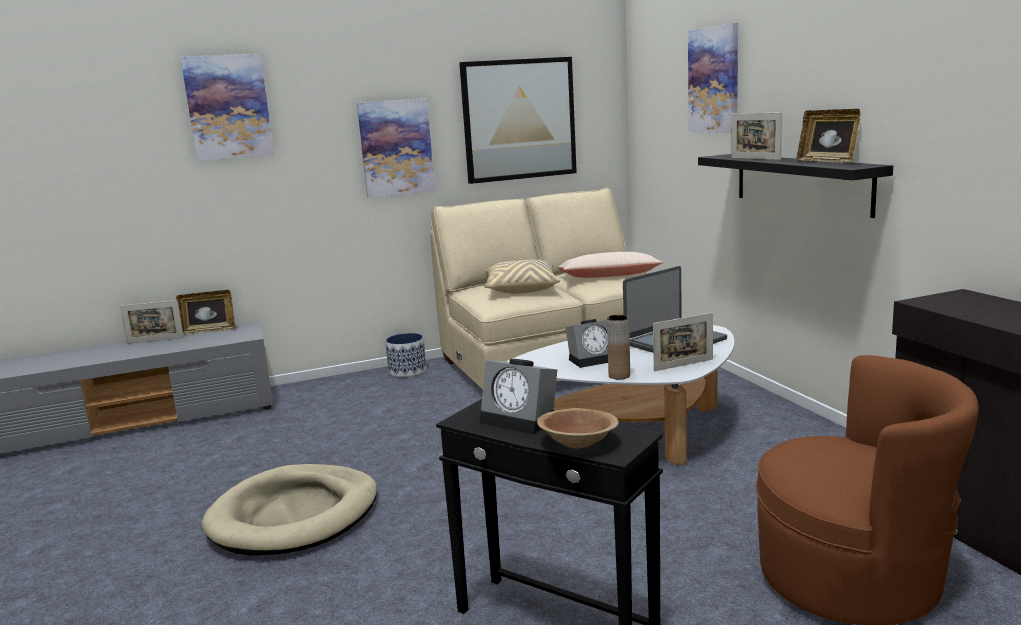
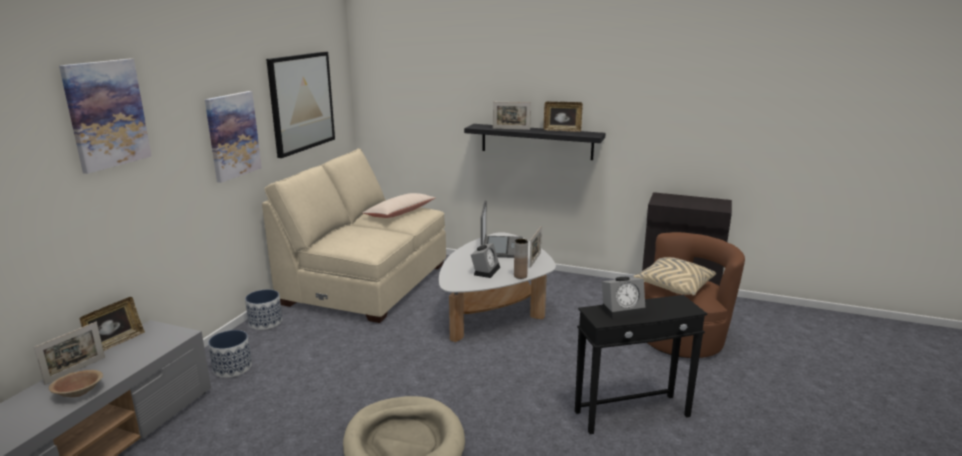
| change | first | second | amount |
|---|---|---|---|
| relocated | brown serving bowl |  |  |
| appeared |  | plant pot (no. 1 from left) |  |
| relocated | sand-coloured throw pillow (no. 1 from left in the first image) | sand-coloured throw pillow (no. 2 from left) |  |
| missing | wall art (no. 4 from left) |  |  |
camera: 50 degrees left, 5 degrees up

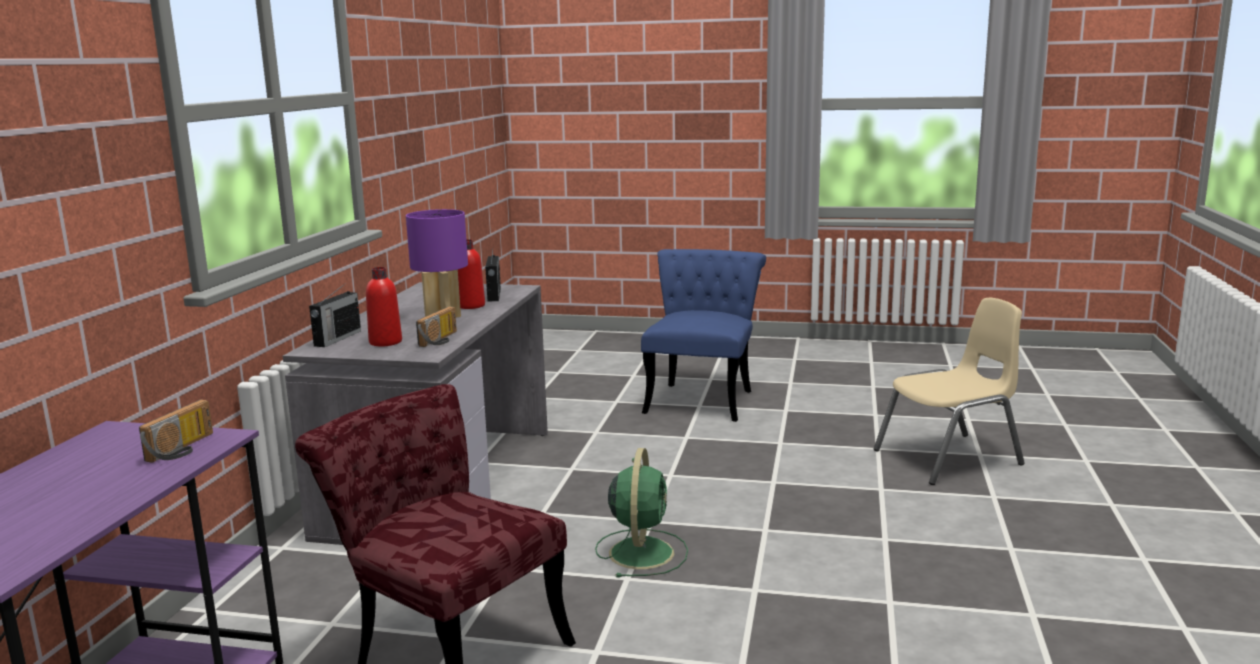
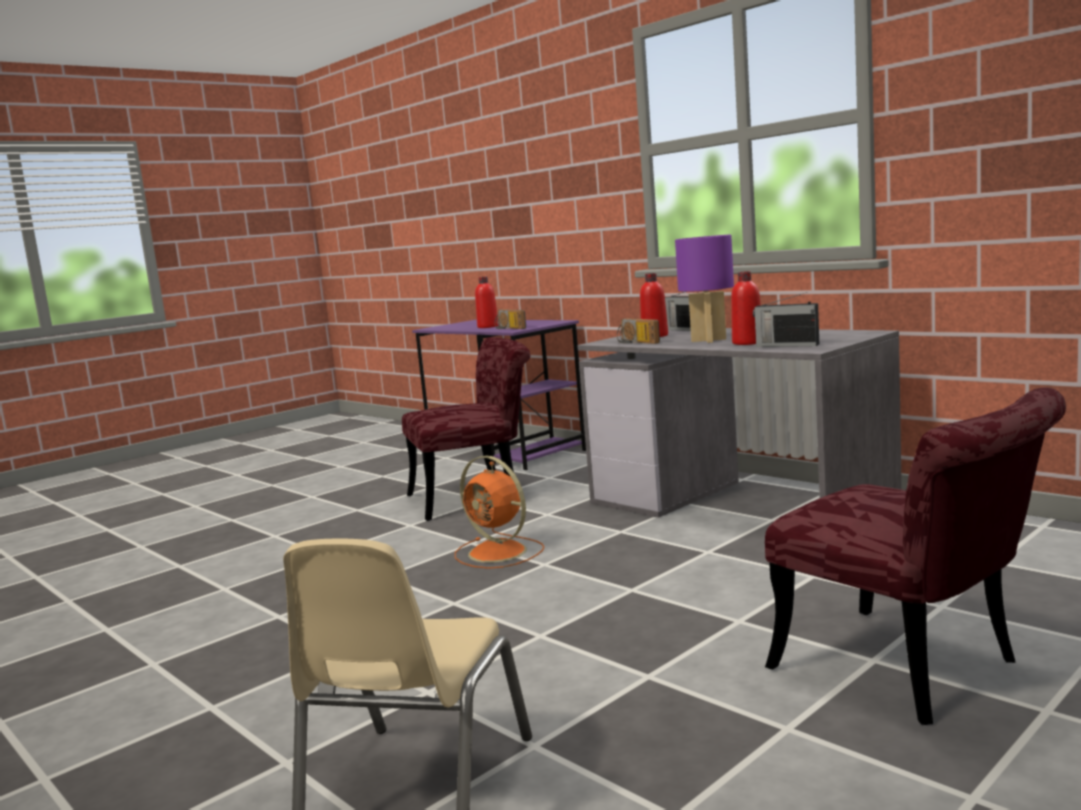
| change | first | second | amount |
|---|---|---|---|
| colour | green cooling fan | orangey cooling fan |  |
| appeared |  | reddish beverage bottle (no. 1 from left) |  |
| colour | blue plain chair | reddish plain chair (no. 2 from left) |  |
camera: 125 degrees right, 5 degrees down

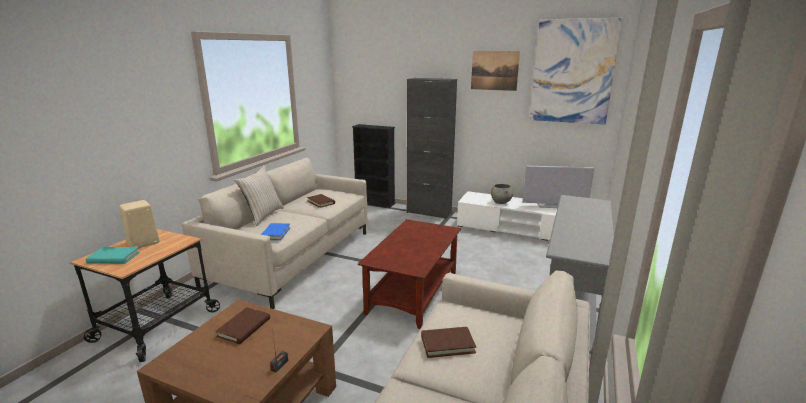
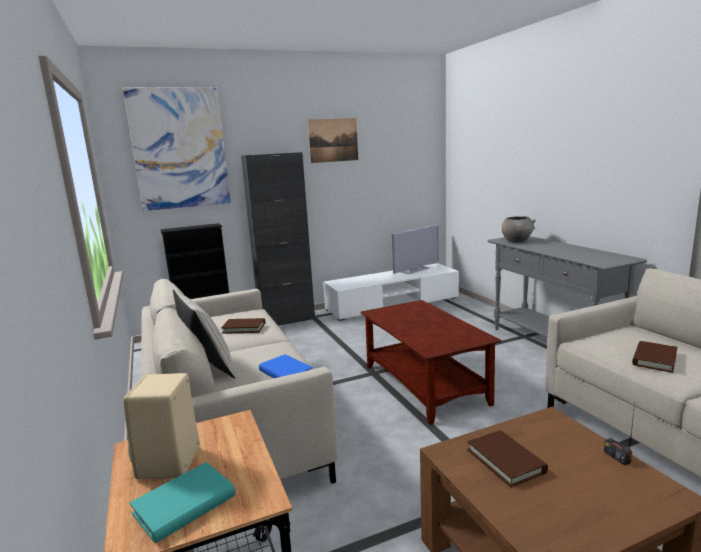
| change | first | second | amount |
|---|---|---|---|
| relocated | wall art (no. 2 from left in the first image) | wall art (no. 1 from left) |  |
| relocated | greyish serving bowl |  |  |
camera: 45 degrees left, 5 degrees down

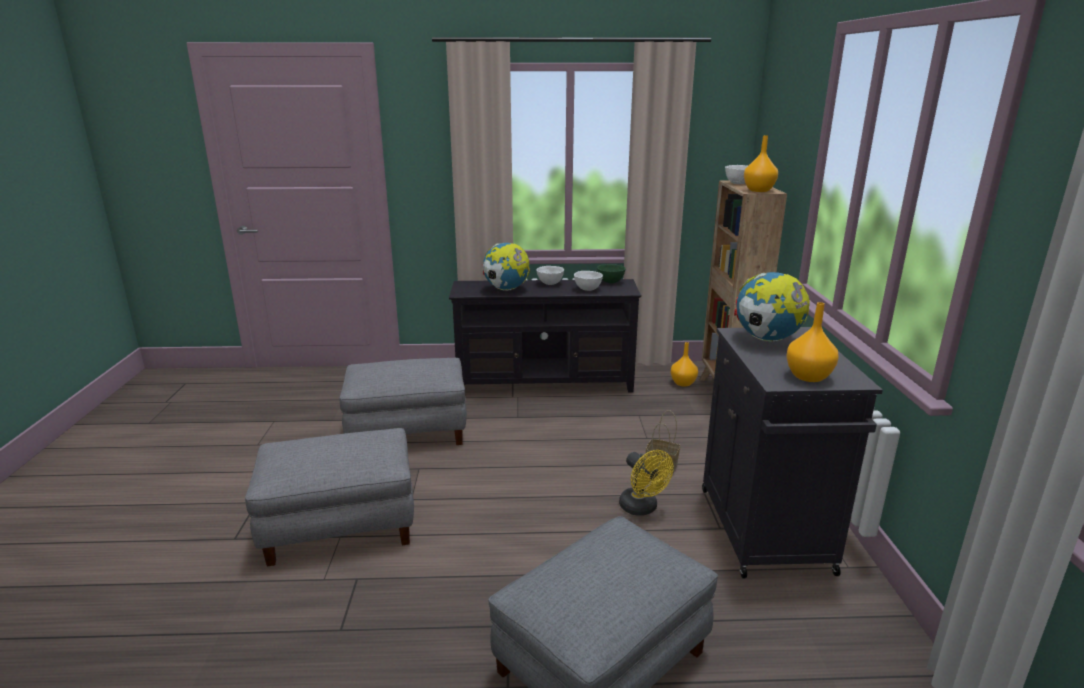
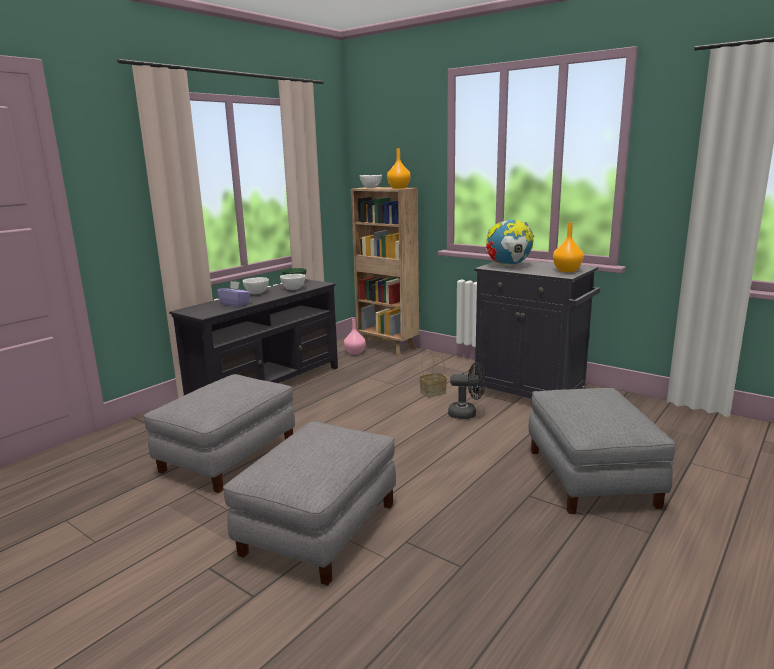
| change | first | second | amount |
|---|---|---|---|
| exchanged | desk globe (no. 1 from left) | purple tissue holder |  |
| colour | orangey flower vase (no. 1 from left) | pink flower vase |  |
| colour | yellowish cooling fan | black cooling fan |  |
camera: 50 degrees left, 5 degrees down

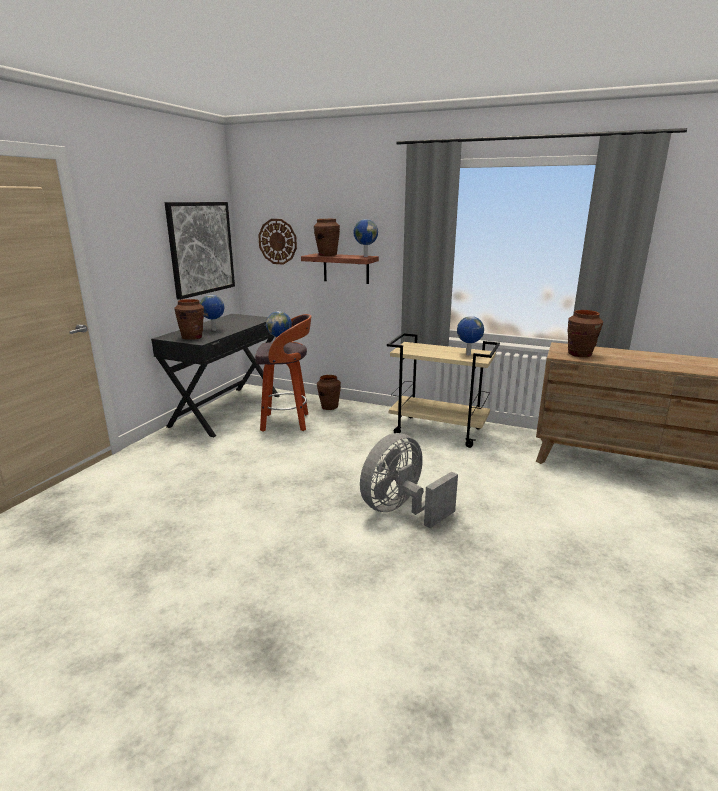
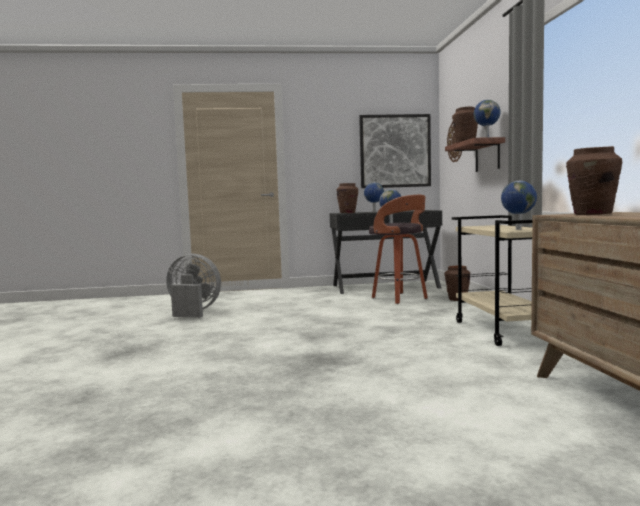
| change | first | second | amount |
|---|---|---|---|
| relocated | greyish cooling fan |  |  |
camera: 60 degrees right, 15 degrees down

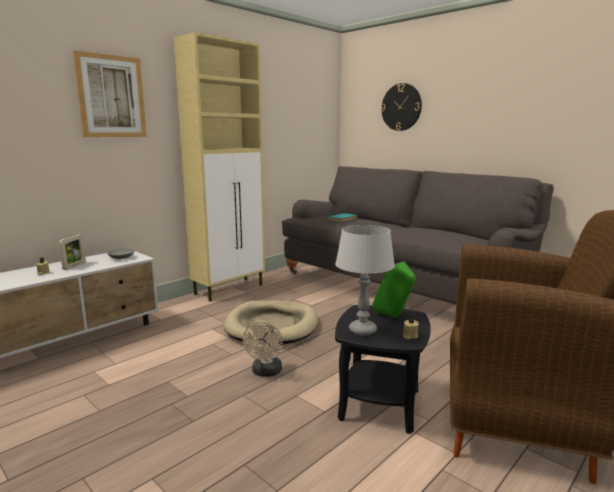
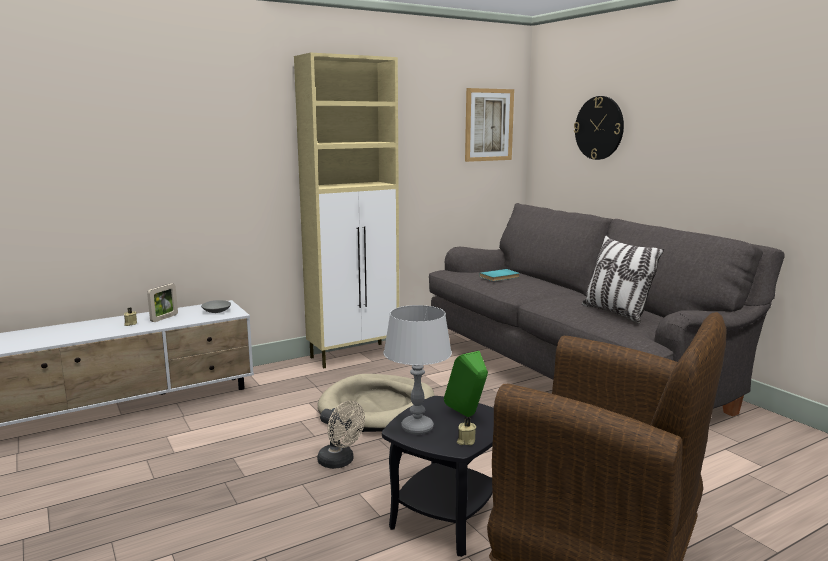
| change | first | second | amount |
|---|---|---|---|
| spun | sand-coloured cooling fan |  | 75 degrees counterclockwise |
| relocated | wall art |  |  |
| appeared |  | throw pillow |  |
camera: 15 degrees right, 0 degrees up

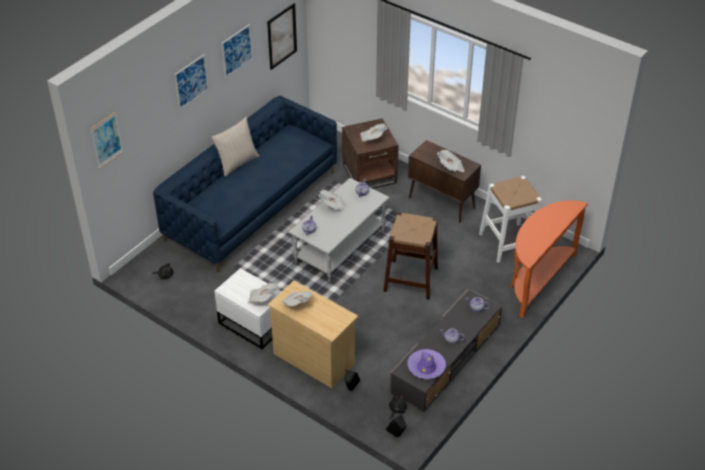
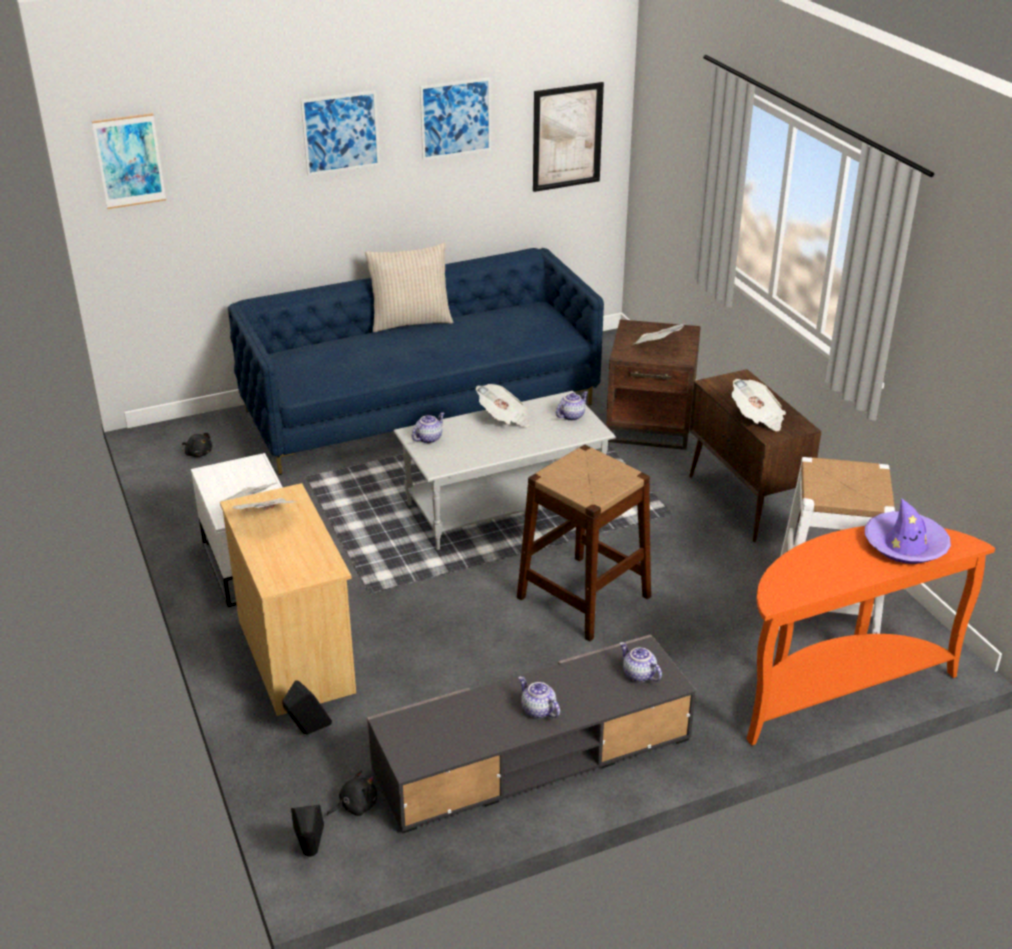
| change | first | second | amount |
|---|---|---|---|
| relocated | purple hat |  |  |
camera: 30 degrees right, 10 degrees down

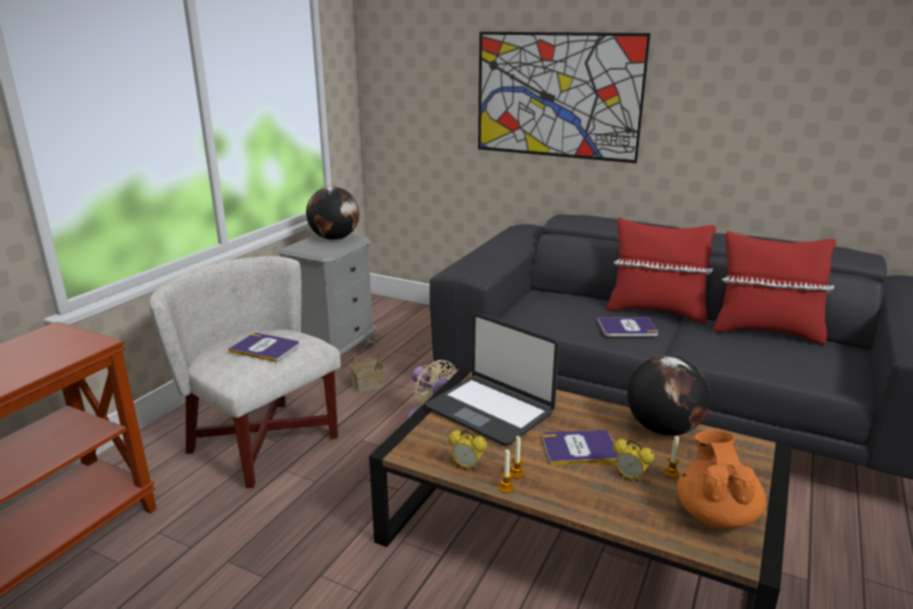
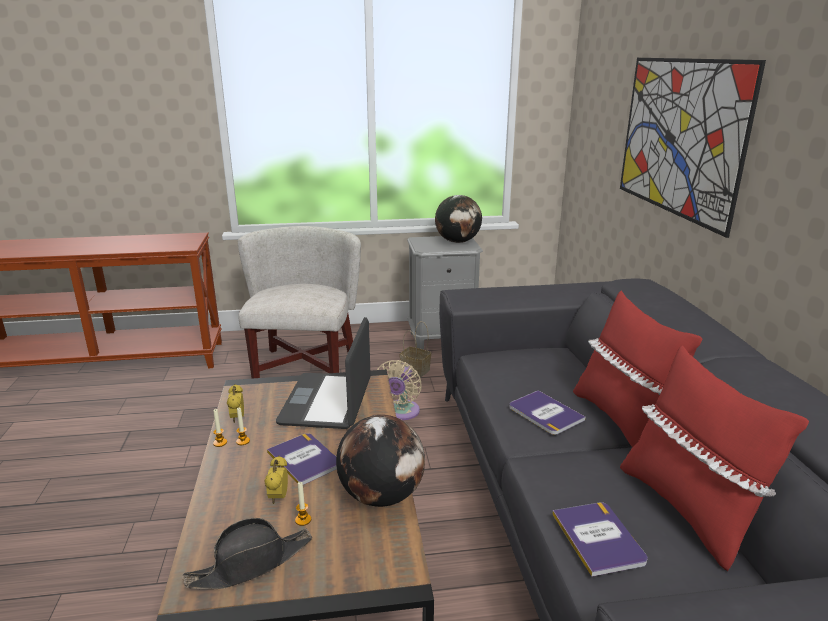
| change | first | second | amount |
|---|---|---|---|
| exchanged | orangey teapot | black hat |  |
| relocated | bound book (no. 1 from left in the first image) | bound book (no. 3 from left) |  |
camera: 55 degrees right, 0 degrees up

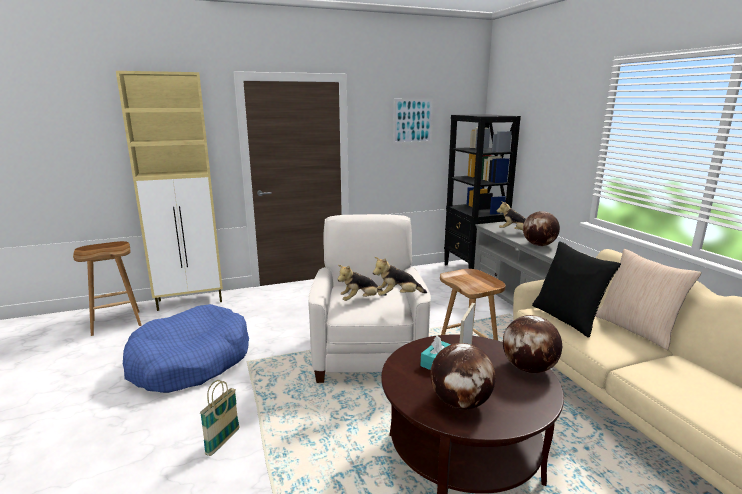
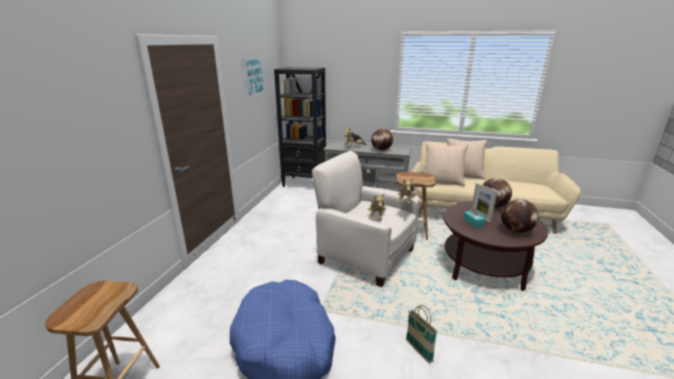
| change | first | second | amount |
|---|---|---|---|
| colour | black throw pillow | sand-coloured throw pillow (no. 1 from left) |  |
| missing | sand-coloured storage cabinet |  |  |
camera: 55 degrees left, 5 degrees up

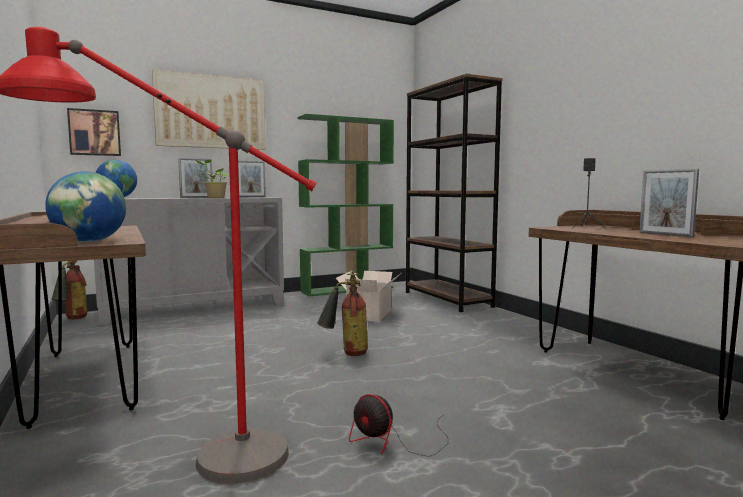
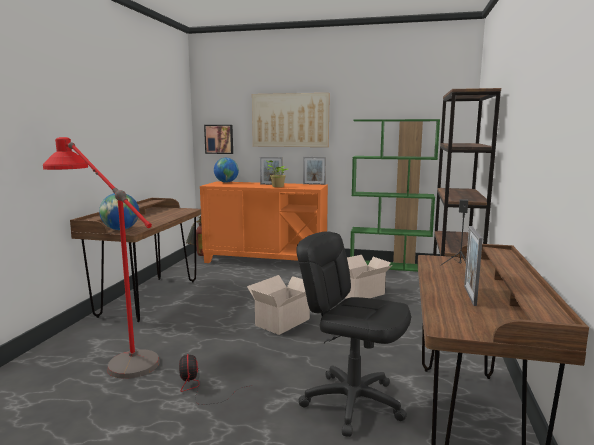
| change | first | second | amount |
|---|---|---|---|
| colour | greyish storage cabinet | orangey storage cabinet |  |
| exchanged | fire extinguisher (no. 2 from left) | carton (no. 1 from left) |  |
| appeared |  | black computer chair |  |
camera: 40 degrees right, 5 degrees up

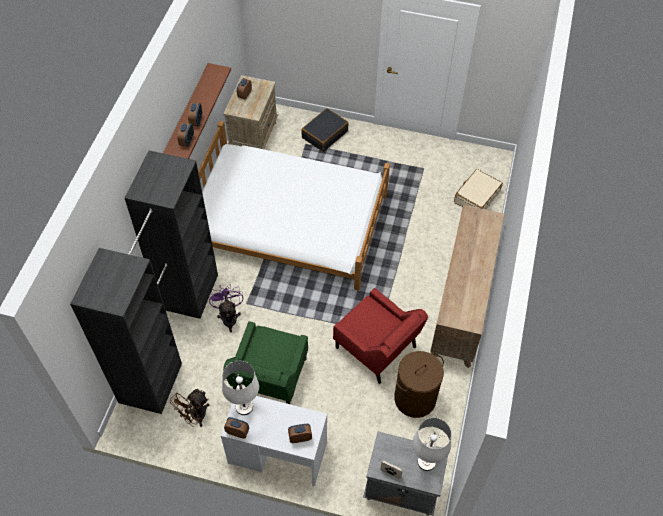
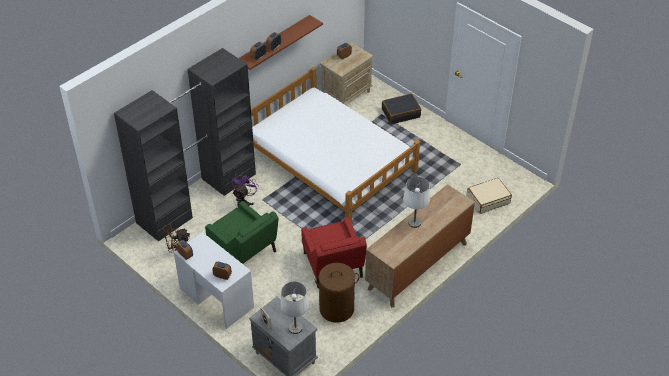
| change | first | second | amount |
|---|---|---|---|
| spun | green easy chair |  | 90 degrees counterclockwise |
| relocated | white table lamp (no. 1 from left in the first image) | white table lamp (no. 2 from left) |  |
camera: 30 degrees right, 10 degrees down

